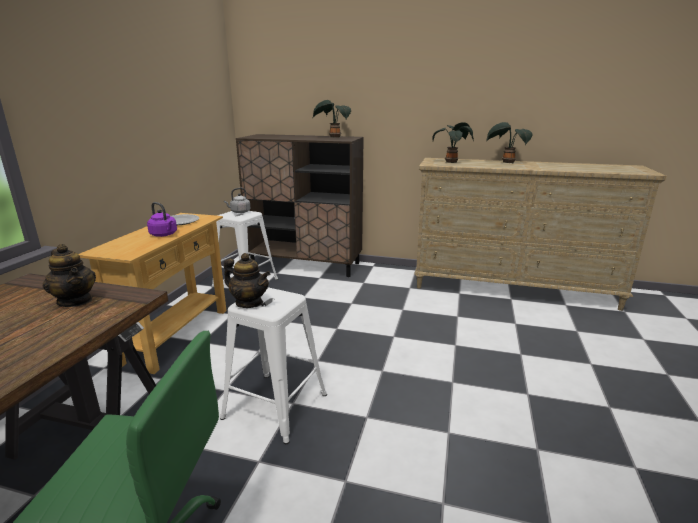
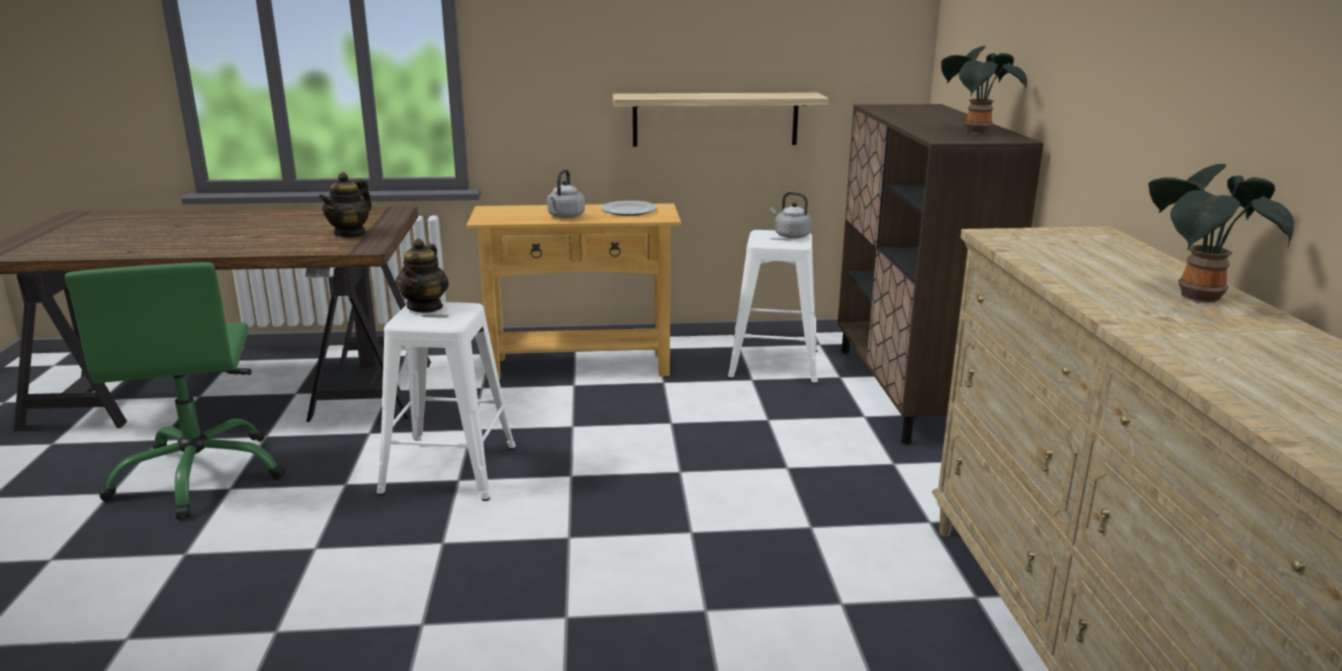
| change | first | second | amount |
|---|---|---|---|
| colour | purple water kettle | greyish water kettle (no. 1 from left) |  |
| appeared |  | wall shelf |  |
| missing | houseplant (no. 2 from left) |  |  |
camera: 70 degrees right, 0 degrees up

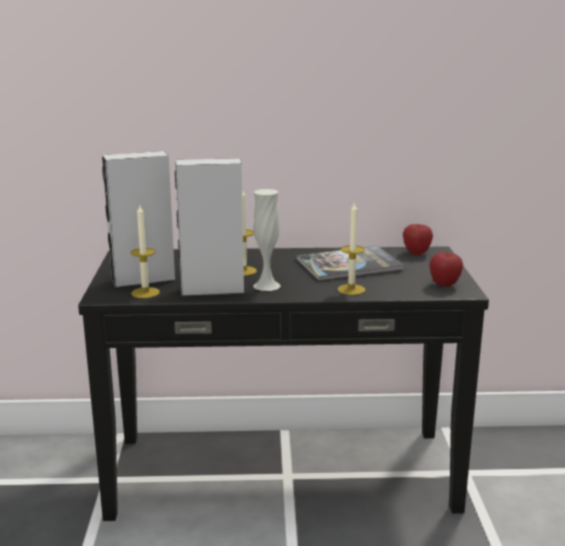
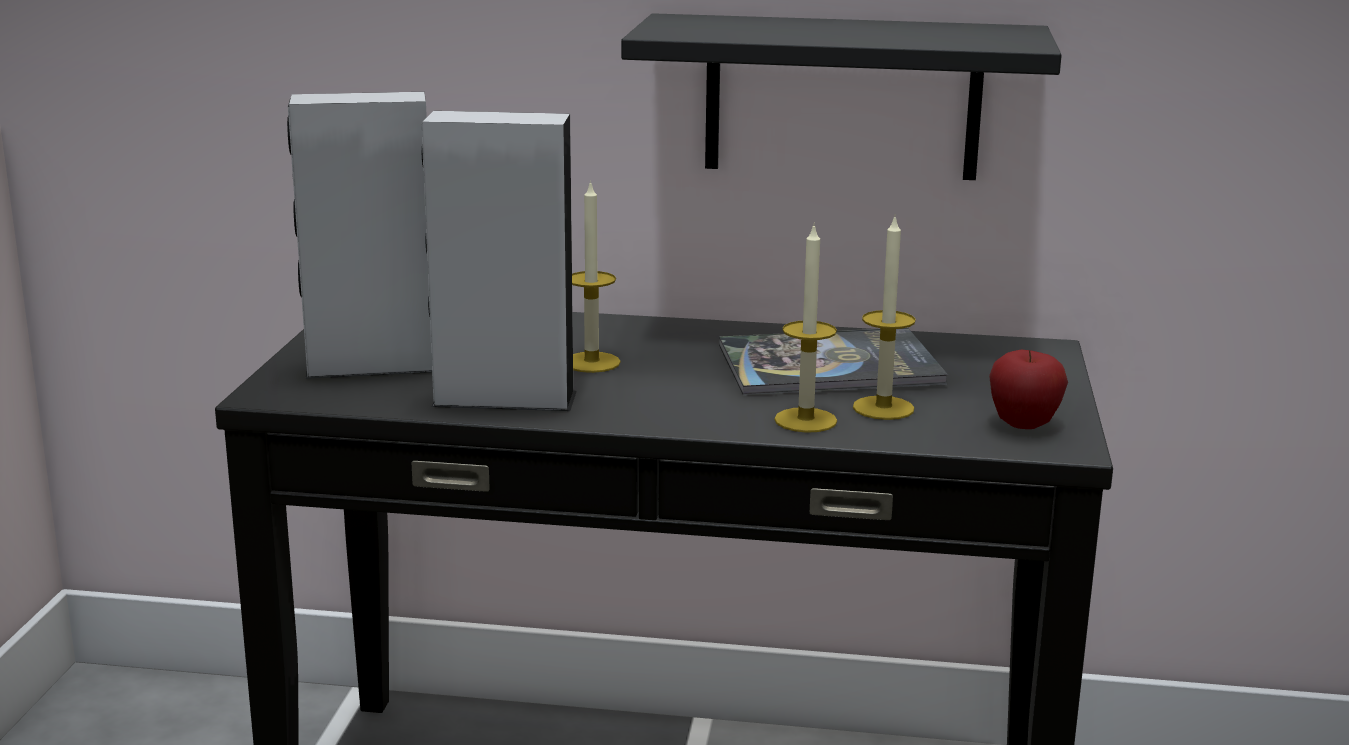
| change | first | second | amount |
|---|---|---|---|
| appeared |  | black wall shelf |  |
| relocated | wax light (no. 1 from left in the first image) | wax light (no. 3 from left) |  |
| missing | white flower vase |  |  |
| missing | apple fruit (no. 1 from left) |  |  |
camera: 10 degrees right, 0 degrees up

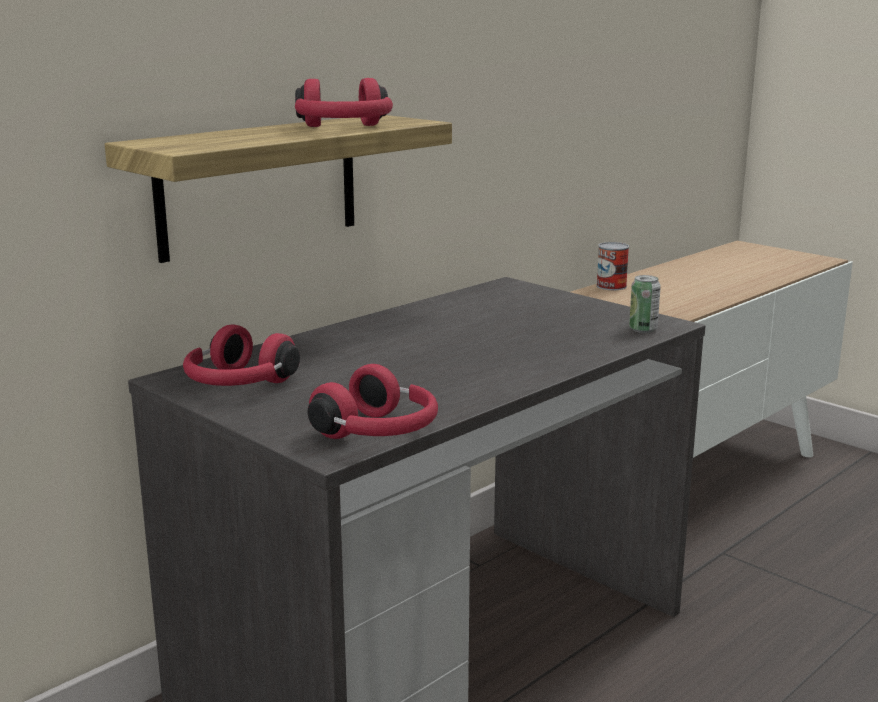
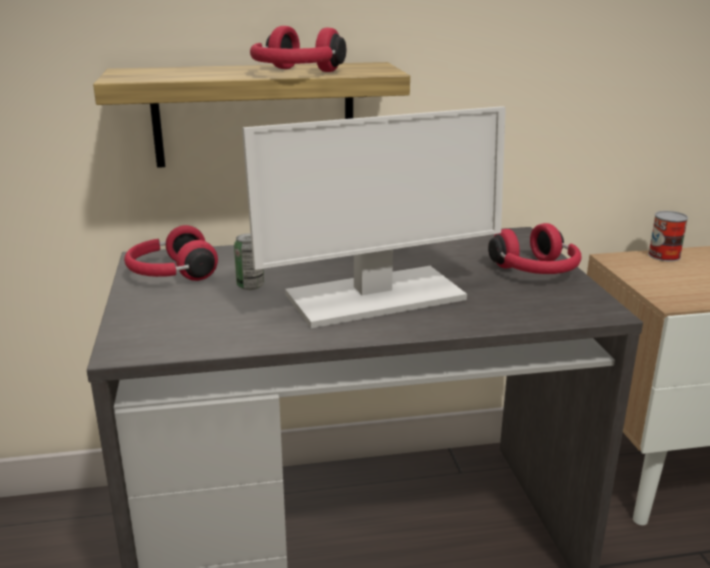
| change | first | second | amount |
|---|---|---|---|
| relocated | metal can (no. 2 from left in the first image) | metal can (no. 1 from left) |  |
| appeared |  | monitor |  |
| relocated | reddish headset (no. 3 from left) |  |  |
camera: 35 degrees right, 5 degrees up

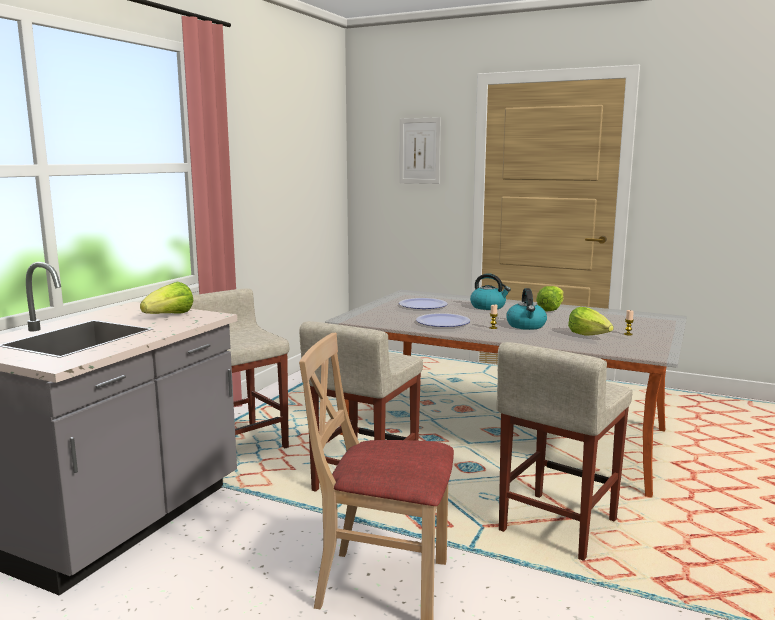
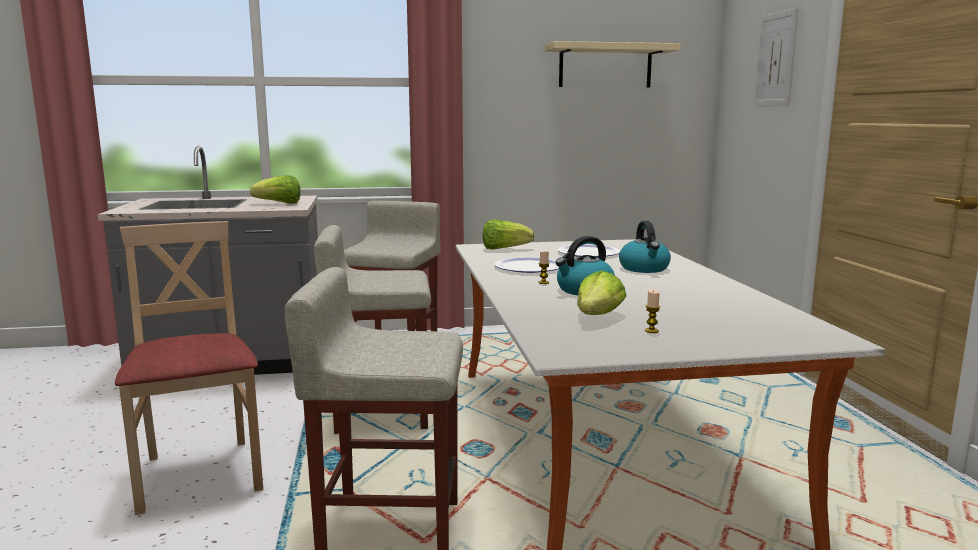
| change | first | second | amount |
|---|---|---|---|
| relocated | head of lettuce (no. 2 from left) |  |  |
| appeared |  | sand-coloured wall shelf |  |
camera: 55 degrees right, 0 degrees up

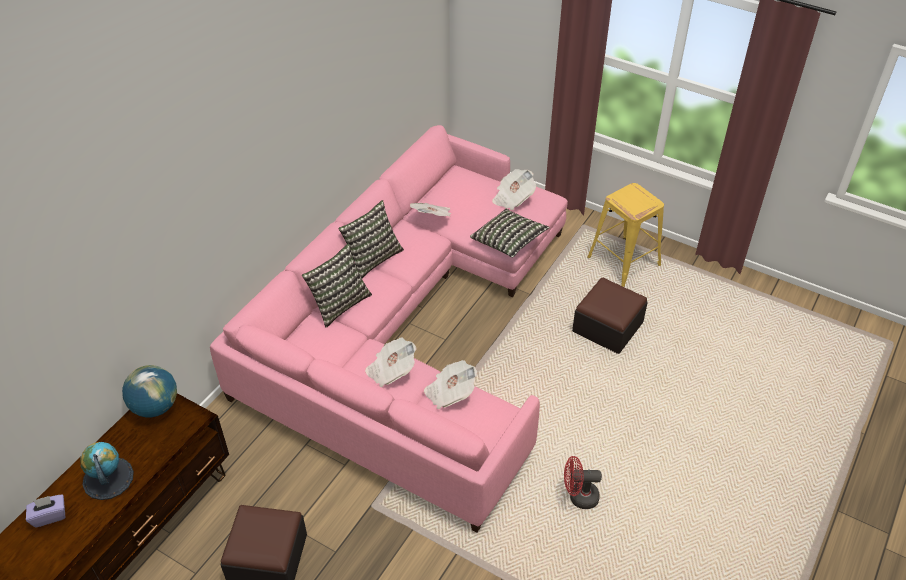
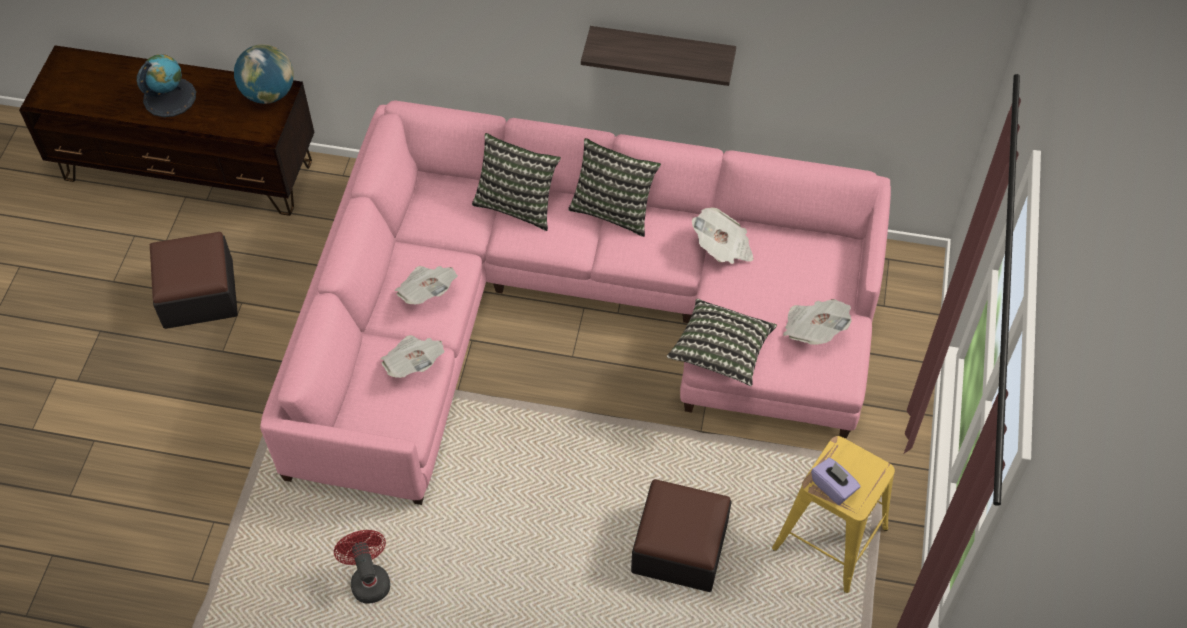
| change | first | second | amount |
|---|---|---|---|
| appeared |  | wall shelf |  |
| relocated | purple tissue holder |  |  |
camera: 70 degrees right, 10 degrees up

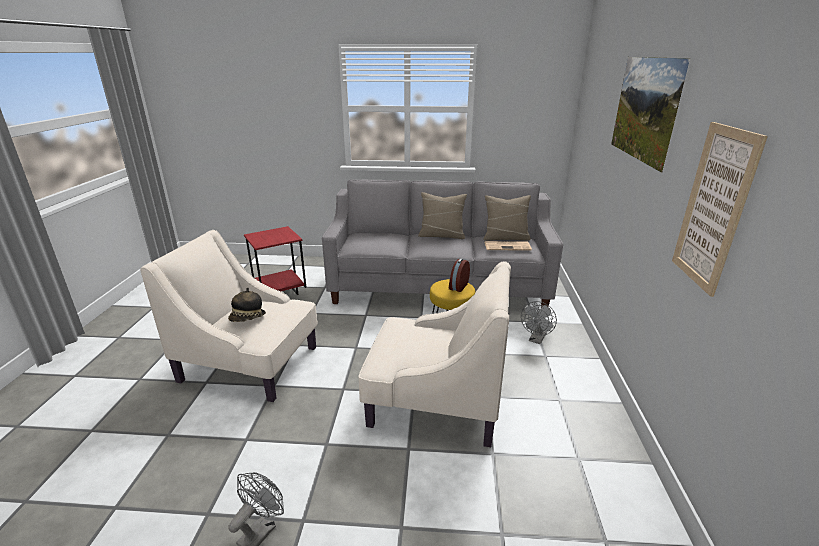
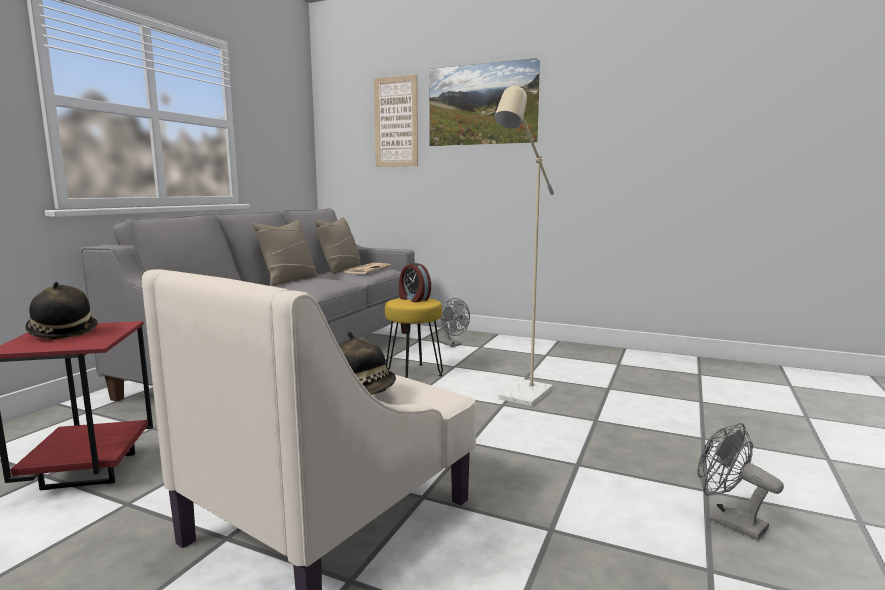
| change | first | second | amount |
|---|---|---|---|
| appeared |  | hat (no. 1 from left) |  |
| relocated | wall art (no. 2 from left in the first image) | wall art (no. 1 from left) |  |
| exchanged | sand-coloured easy chair (no. 2 from left) | sand-coloured standard lamp |  |
camera: 70 degrees left, 15 degrees down

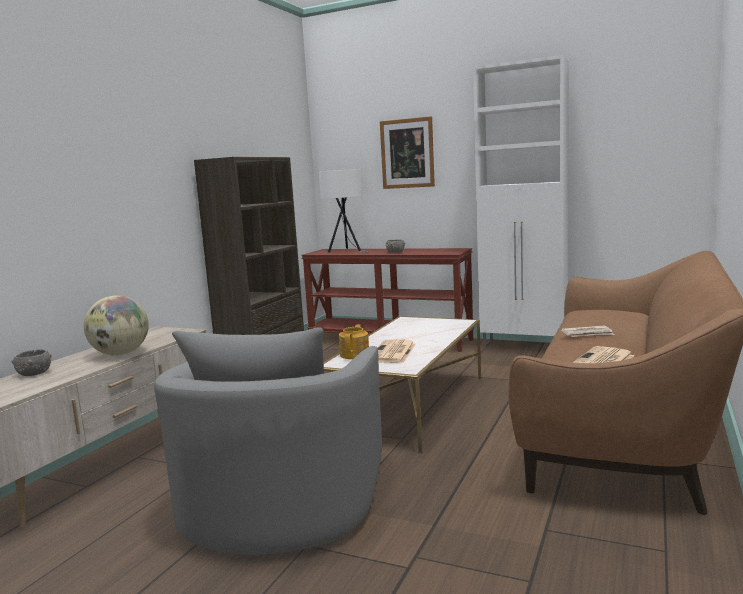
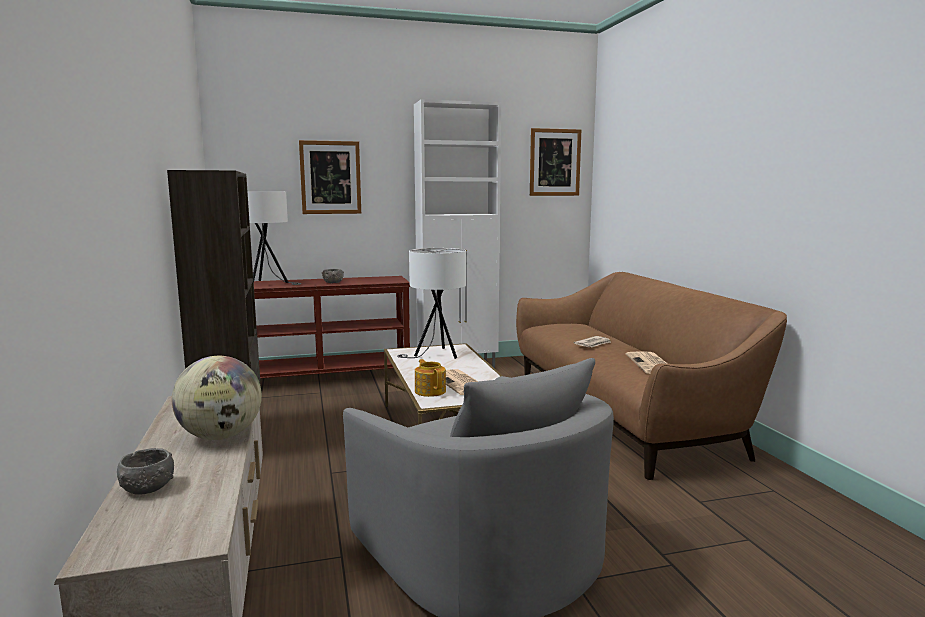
| change | first | second | amount |
|---|---|---|---|
| appeared |  | white table lamp (no. 2 from left) |  |
| appeared |  | wall art (no. 2 from left) |  |
camera: 40 degrees left, 0 degrees up

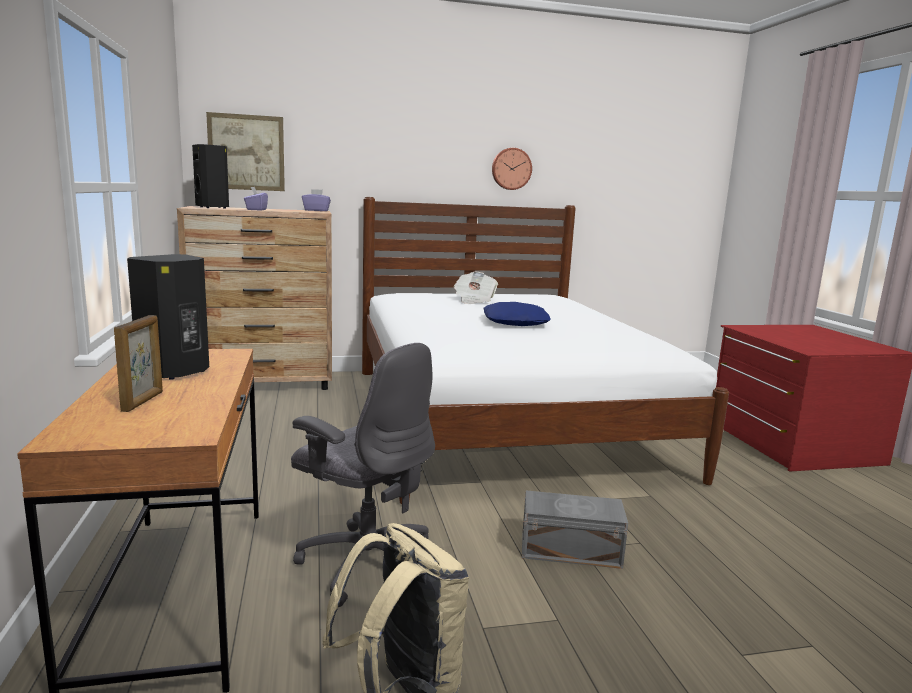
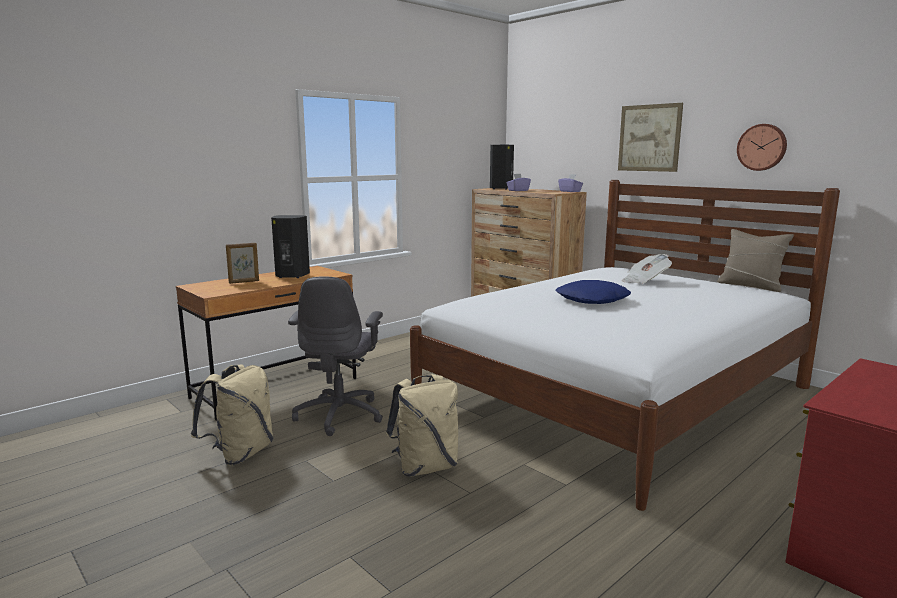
| change | first | second | amount |
|---|---|---|---|
| exchanged | greyish storage bin | sand-coloured rucksack (no. 2 from left) |  |
| relocated | wall art |  |  |
| appeared |  | sand-coloured throw pillow |  |
camera: 60 degrees right, 0 degrees up

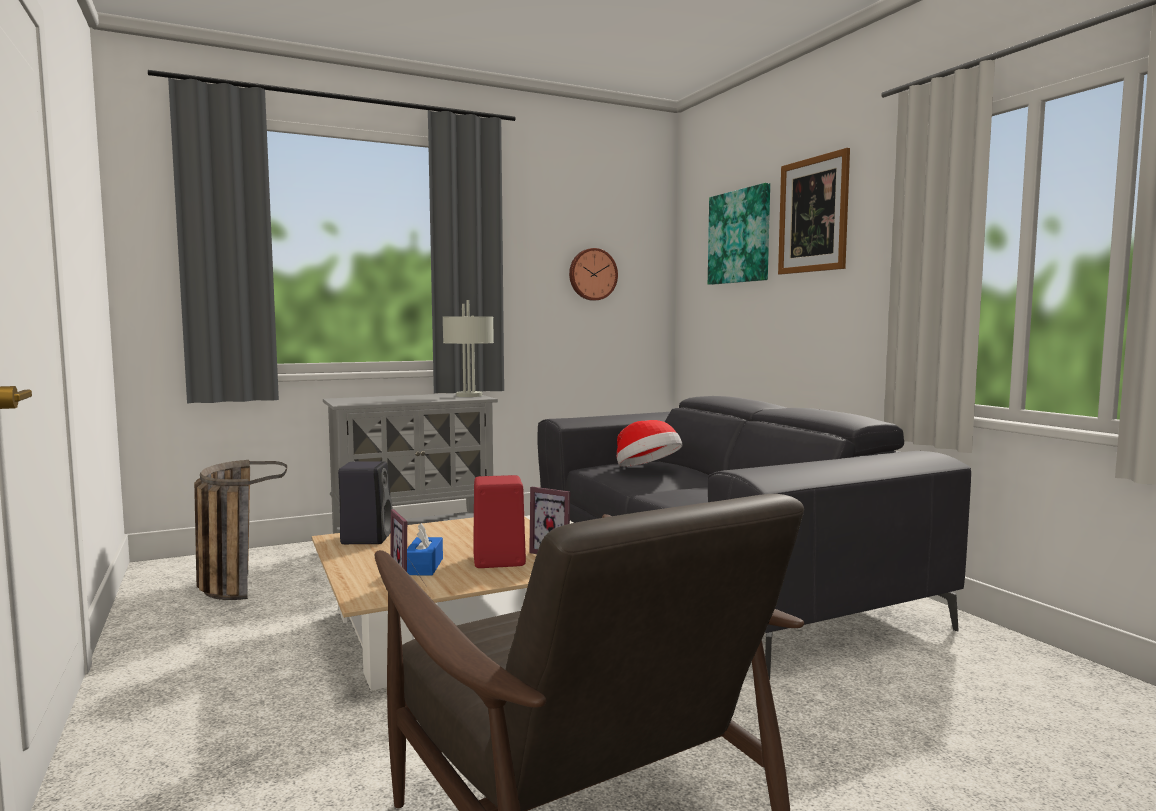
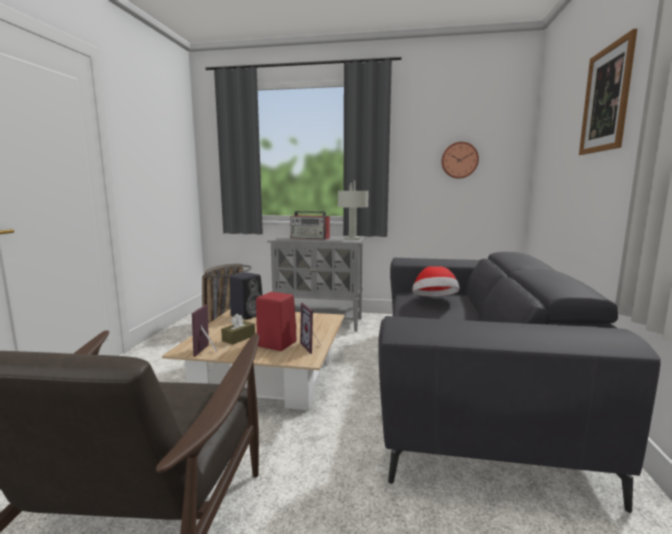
| change | first | second | amount |
|---|---|---|---|
| colour | blue tissue holder | brown tissue holder |  |
| appeared |  | radio |  |
| missing | wall art (no. 1 from left) |  |  |
camera: 35 degrees right, 5 degrees up

